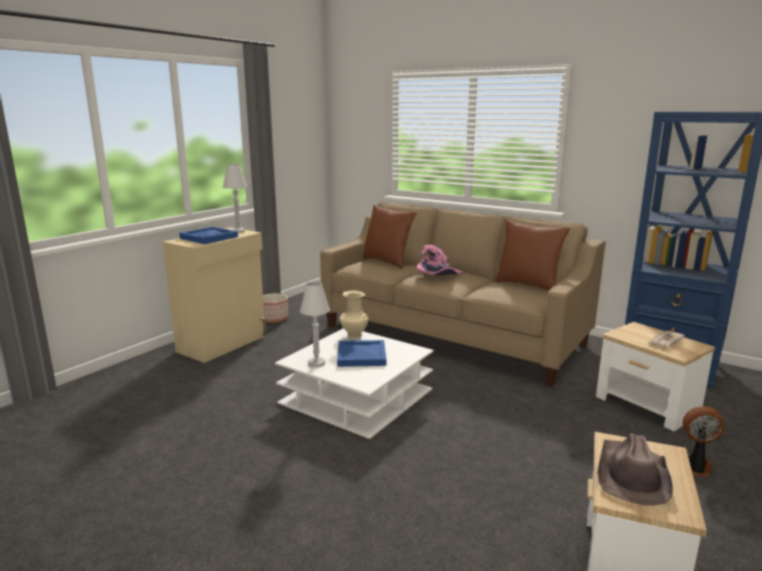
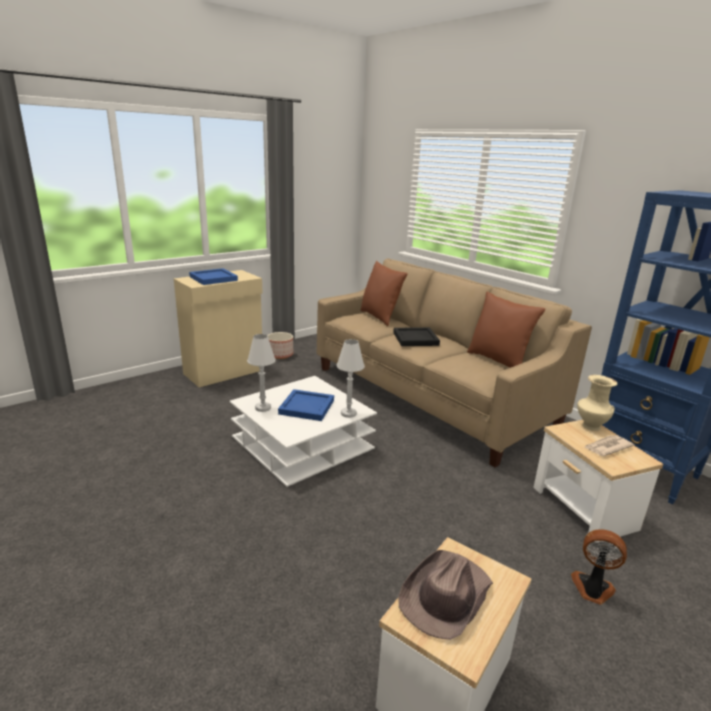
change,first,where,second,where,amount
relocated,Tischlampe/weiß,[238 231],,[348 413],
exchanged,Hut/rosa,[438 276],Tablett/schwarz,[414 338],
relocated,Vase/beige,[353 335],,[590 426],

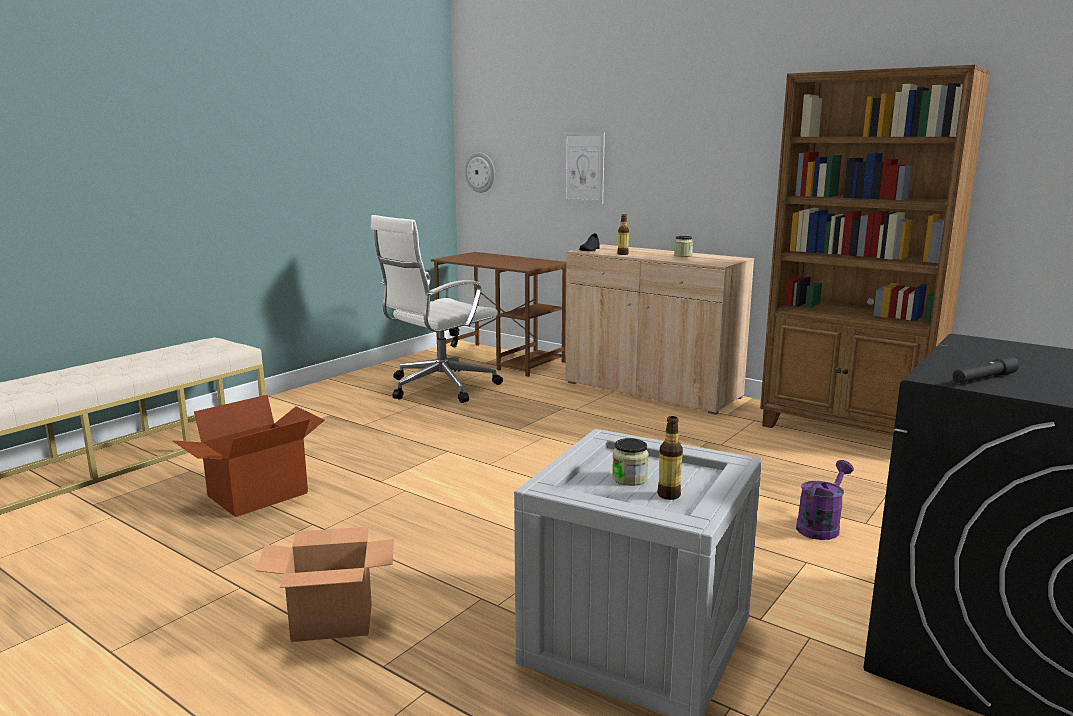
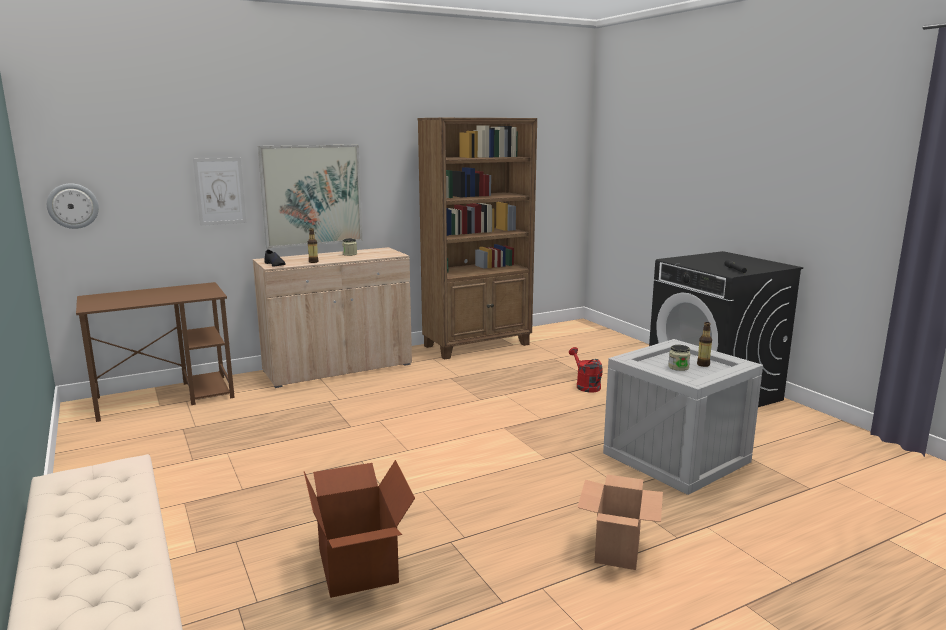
change,first,where,second,where,amount
appeared,,,Bild,[312 195],
colour,Gießkanne/lila,[821 526],Gießkanne/rot,[585 386],
missing,Bürostuhl/weiß,[439 387],,,

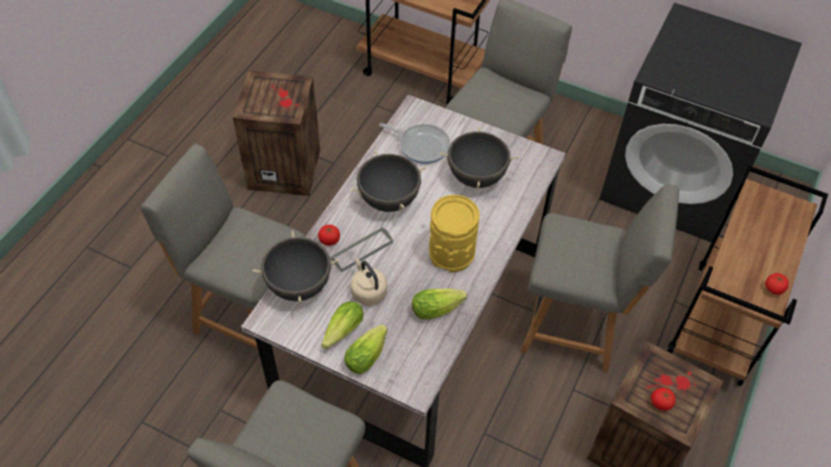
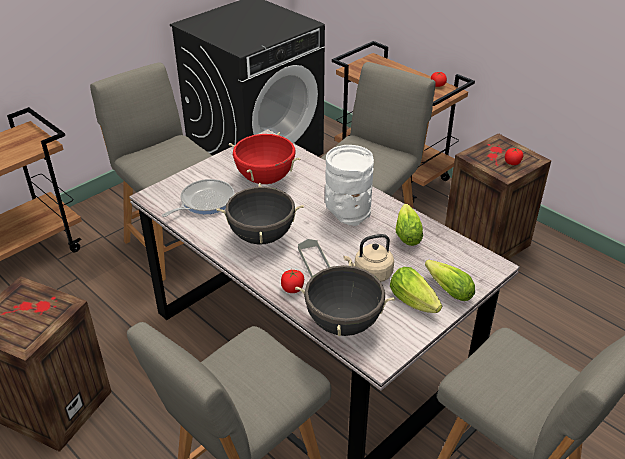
change,first,where,second,where,amount
colour,Kochtopf/schwarz,[476 177],Kochtopf/rot,[265 179],
colour,Vase/gelb,[452 253],Vase/weiß,[347 212],

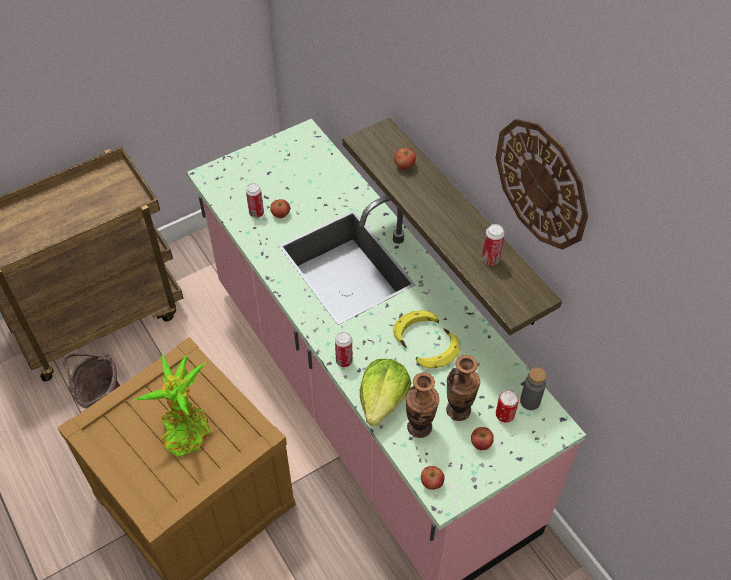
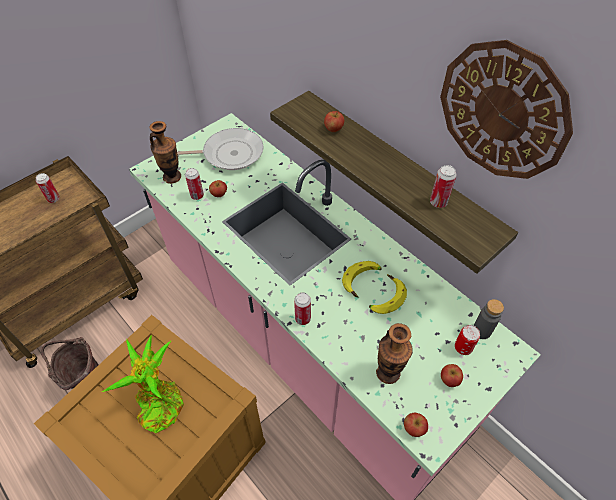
change,first,where,second,where,amount
appeared,,,Dose,[53 199],
relocated,Vase,[458 410],,[172 177],
appeared,,,Pfanne,[229 153],
missing,Salatkopf,[383 400],,,

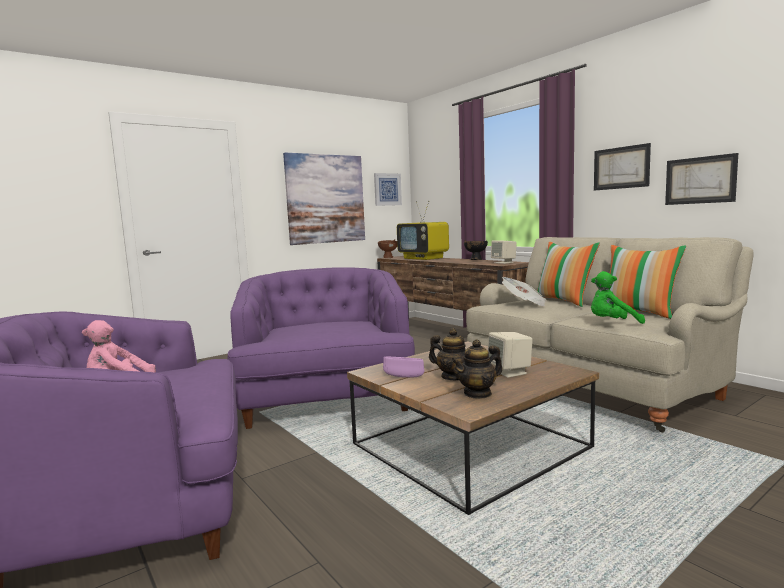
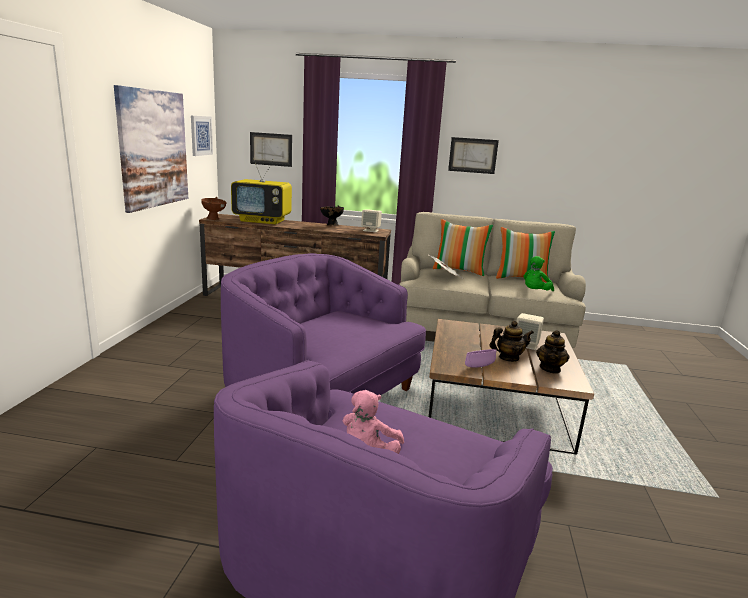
change,first,where,second,where,amount
relocated,Bild,[700 180],,[271 149],

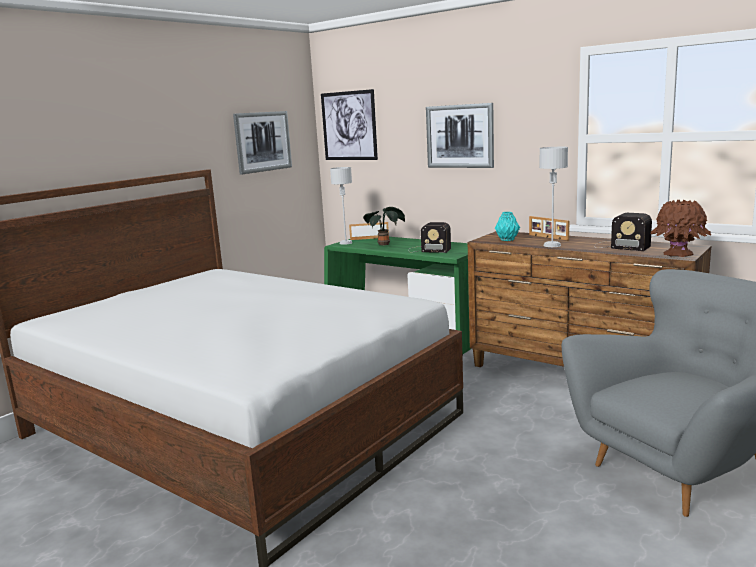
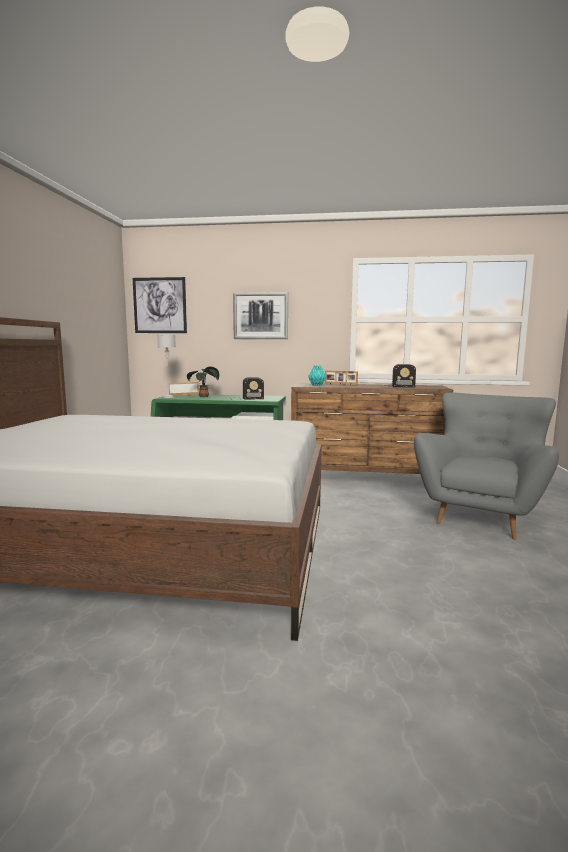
change,first,where,second,where,amount
missing,Bild,[262 141],,,
missing,Tischlampe/grau,[552 245],,,
missing,Vase/braun,[678 254],,,

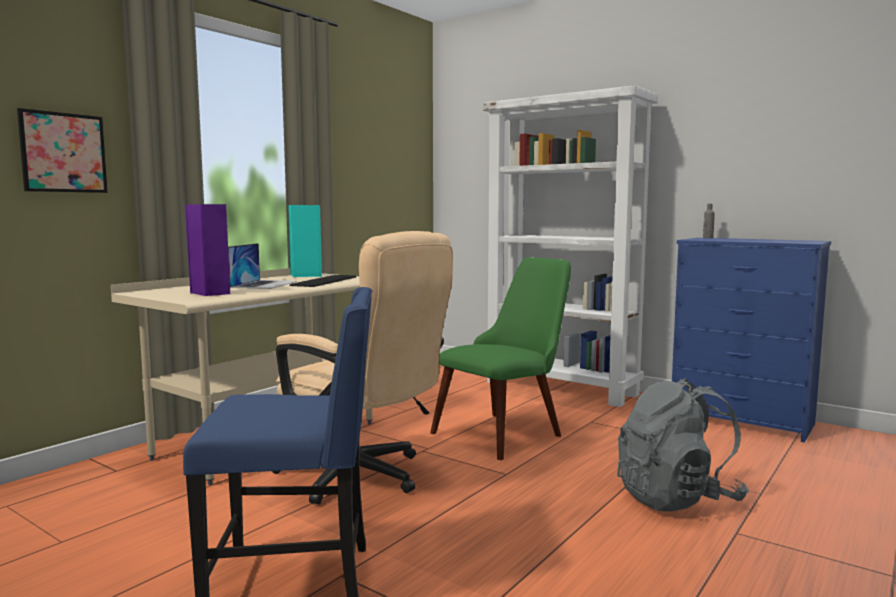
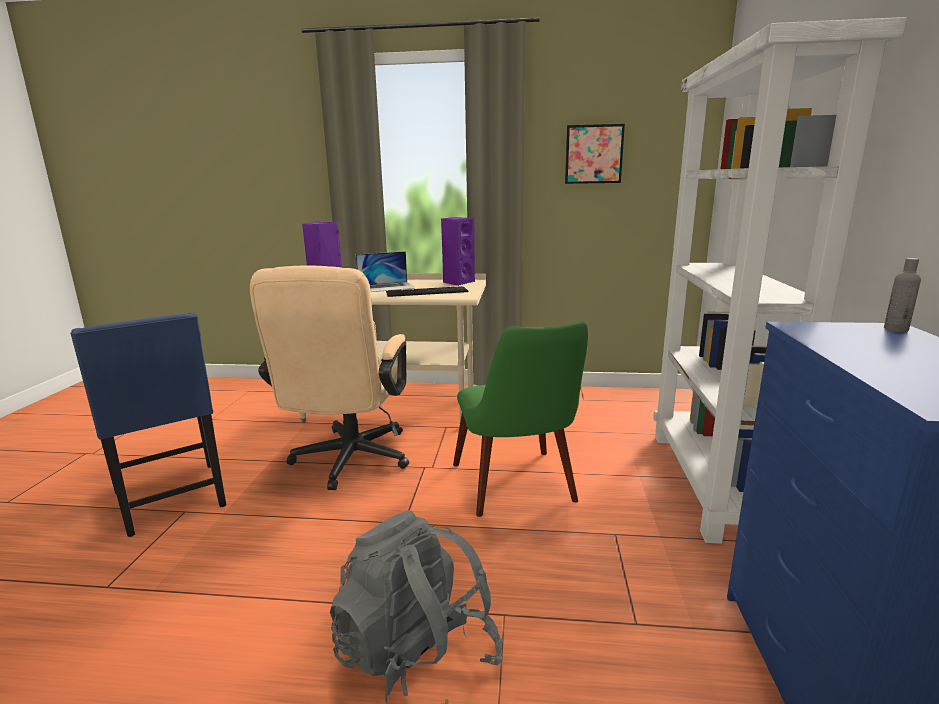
change,first,where,second,where,amount
colour,Lautsprecher/türkis,[305 275],Lautsprecher/lila,[458 282],
spun,Stuhl/grün,[507 430],,[519 490],60 degrees clockwise
relocated,Bild,[63 152],,[594 154],

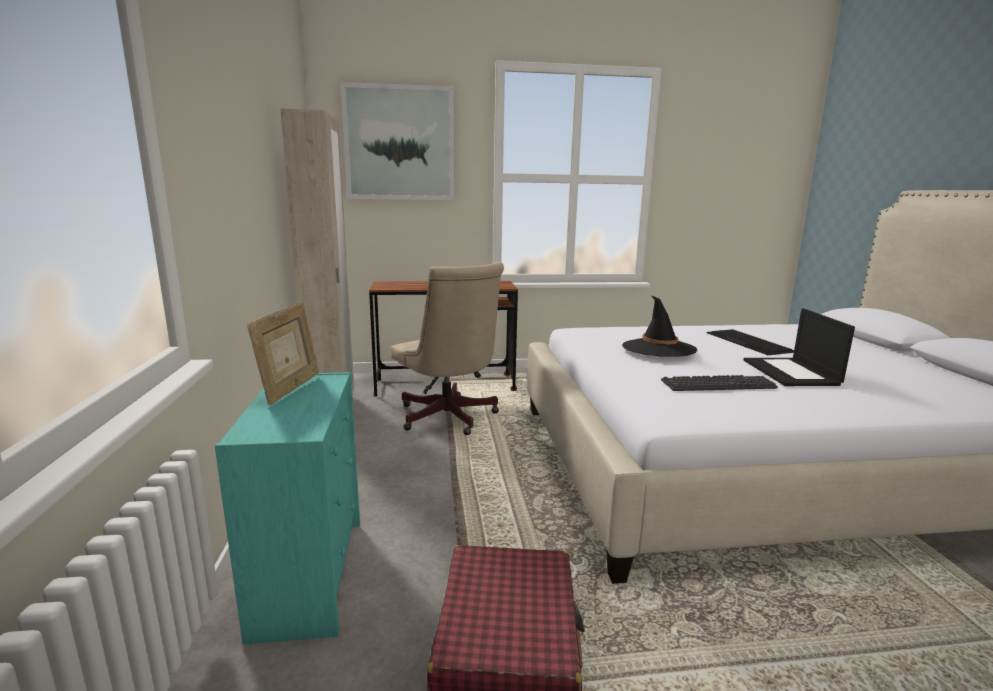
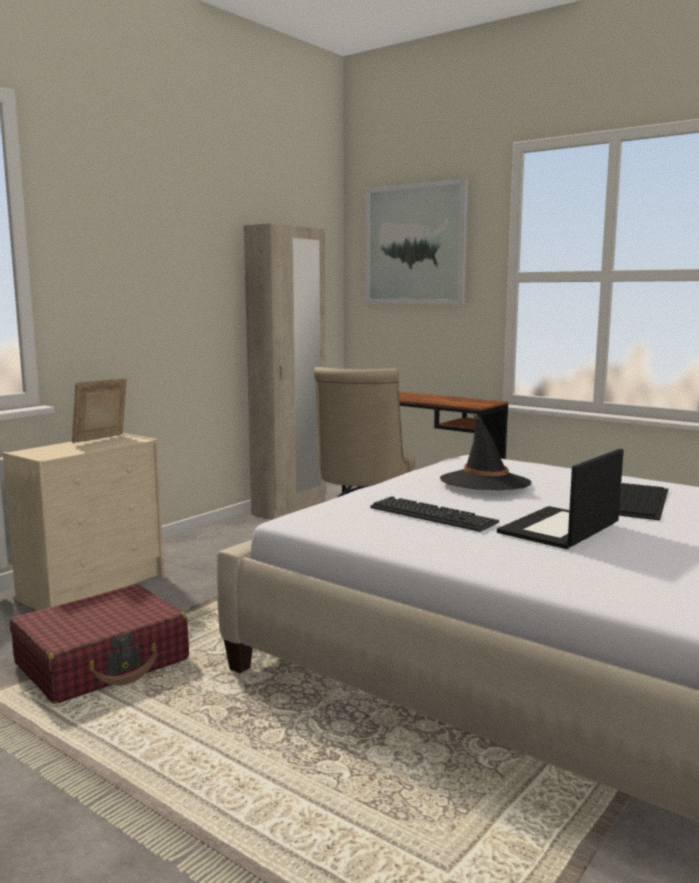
change,first,where,second,where,amount
colour,Kommode/türkis,[310 574],Kommode/beige,[94 587],
spun,Bilderrahmen,[290 389],,[101 439],150 degrees clockwise

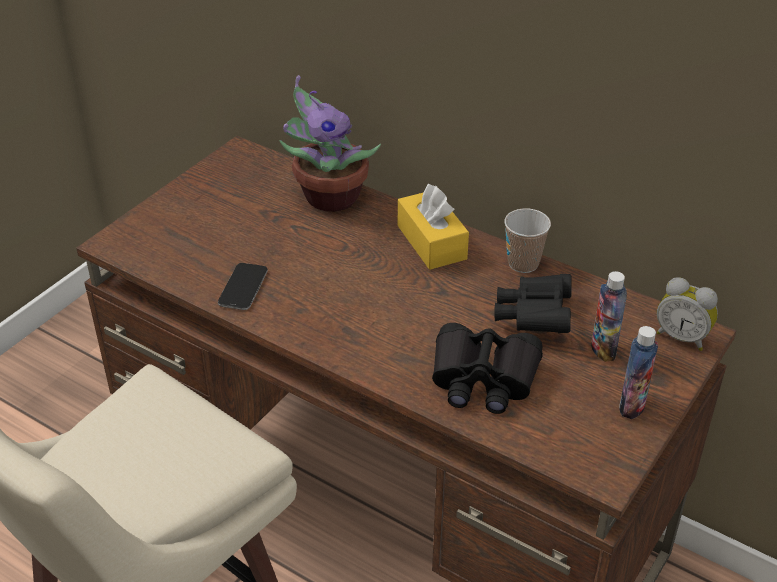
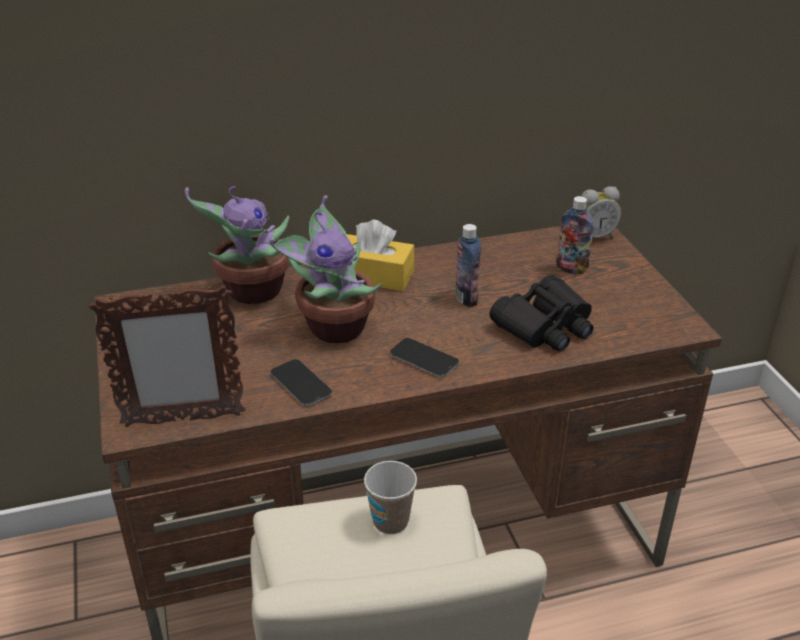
change,first,where,second,where,amount
appeared,,,Bilderrahmen,[182 420],
appeared,,,Topfpflanze,[333 327],
relocated,Tasse,[523 263],,[390 521],
appeared,,,Handy,[423 359],
relocated,Flasche,[632 406],,[466 298],
missing,Fernglas/schwarz,[534 317],,,

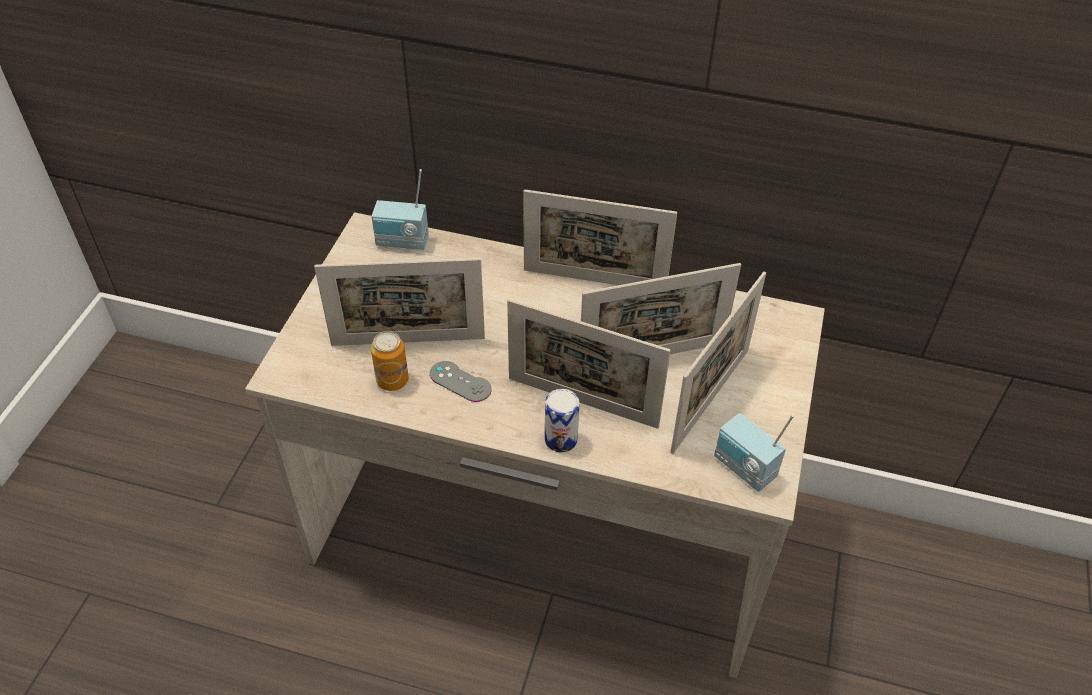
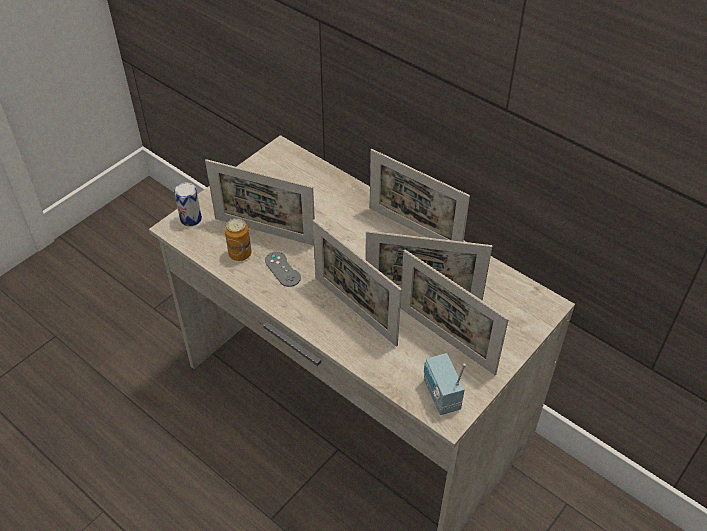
change,first,where,second,where,amount
relocated,Dose,[561 439],,[191 219],
spun,Bilderrahmen,[710 400],,[446 340],75 degrees clockwise
missing,Radio,[402 243],,,

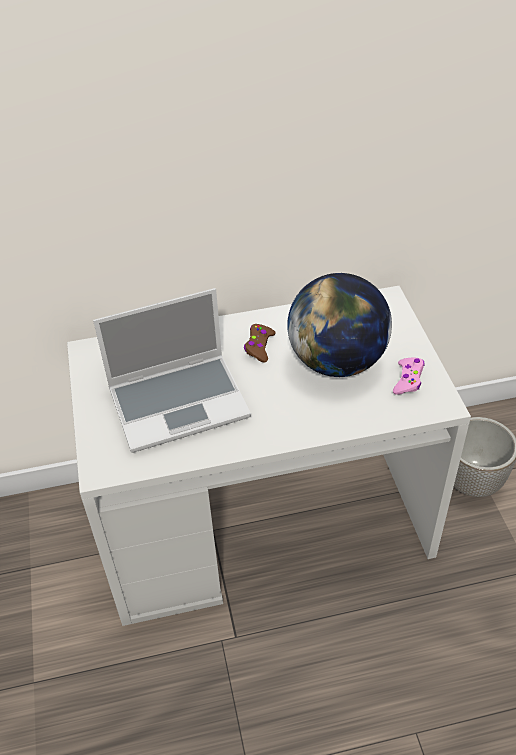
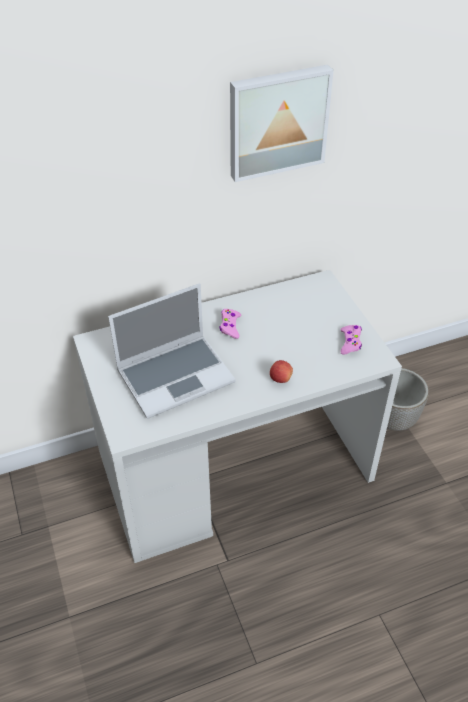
change,first,where,second,where,amount
colour,Gamepad/braun,[259 346],Gamepad/rosa,[230 326],
appeared,,,Bild,[277 122],
appeared,,,Apfel,[280 378],
missing,Globus,[337 361],,,

